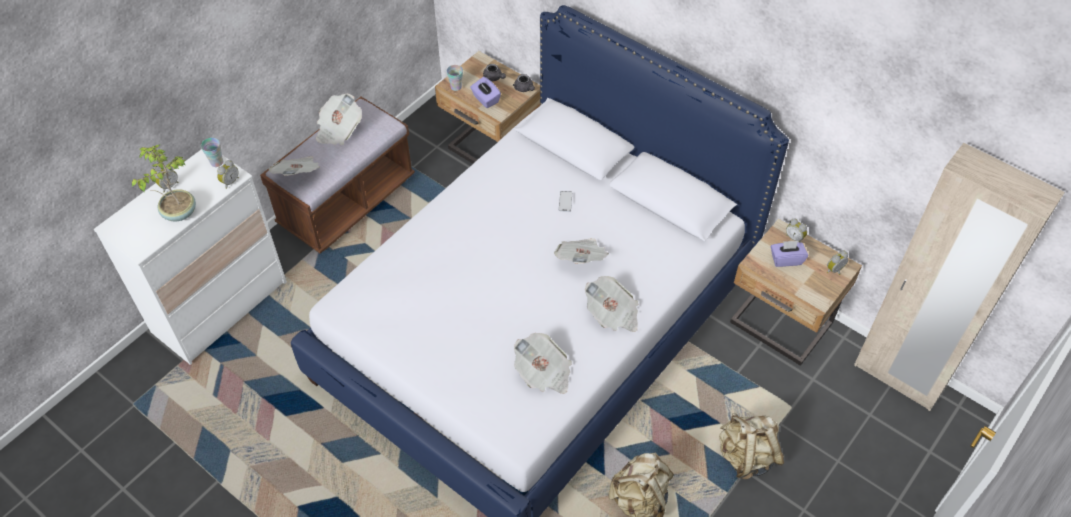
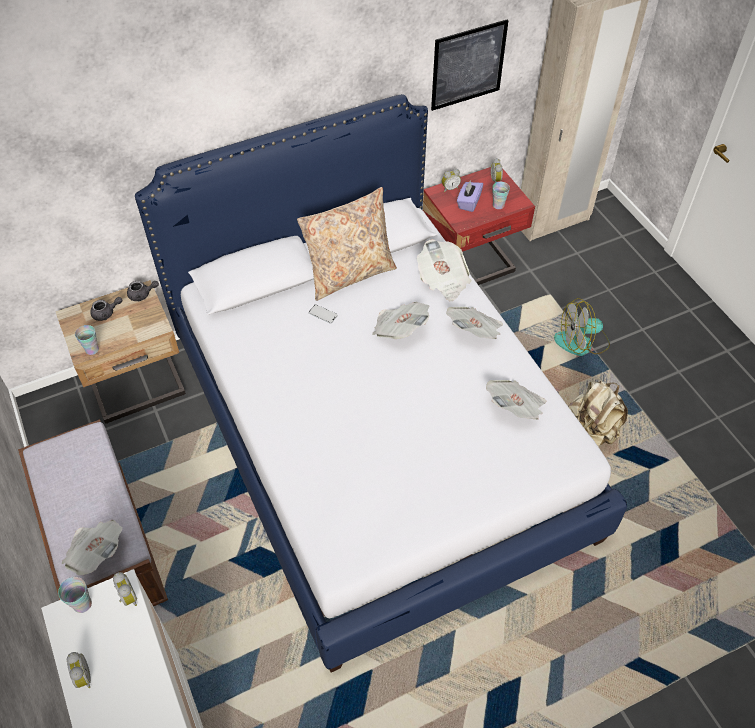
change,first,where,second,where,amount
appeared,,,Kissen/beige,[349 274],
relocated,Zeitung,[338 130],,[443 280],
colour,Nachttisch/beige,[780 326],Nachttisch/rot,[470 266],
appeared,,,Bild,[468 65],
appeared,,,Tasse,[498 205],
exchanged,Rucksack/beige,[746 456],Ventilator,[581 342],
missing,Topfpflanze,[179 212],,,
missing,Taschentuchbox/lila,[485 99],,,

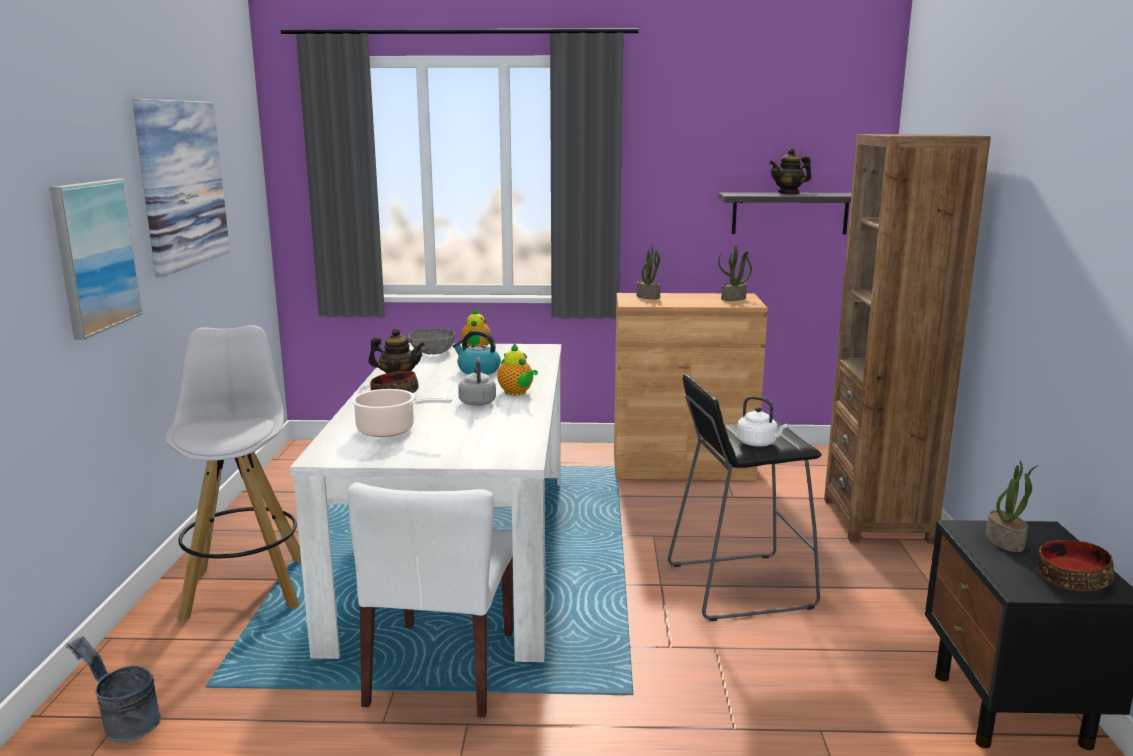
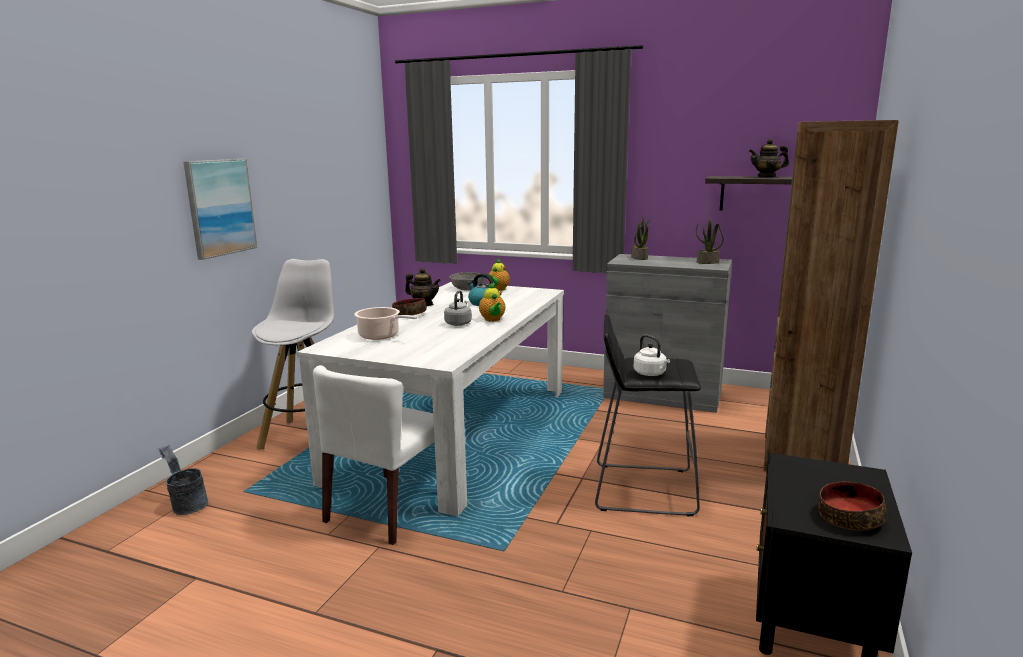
change,first,where,second,where,amount
colour,Schrank/braun,[682 466],Schrank/grau,[662 395],
missing,Bild,[182 184],,,
missing,Topfpflanze,[1005 541],,,

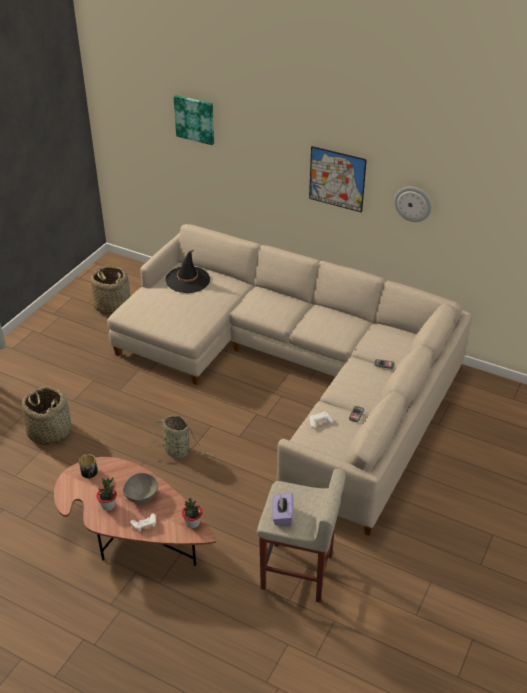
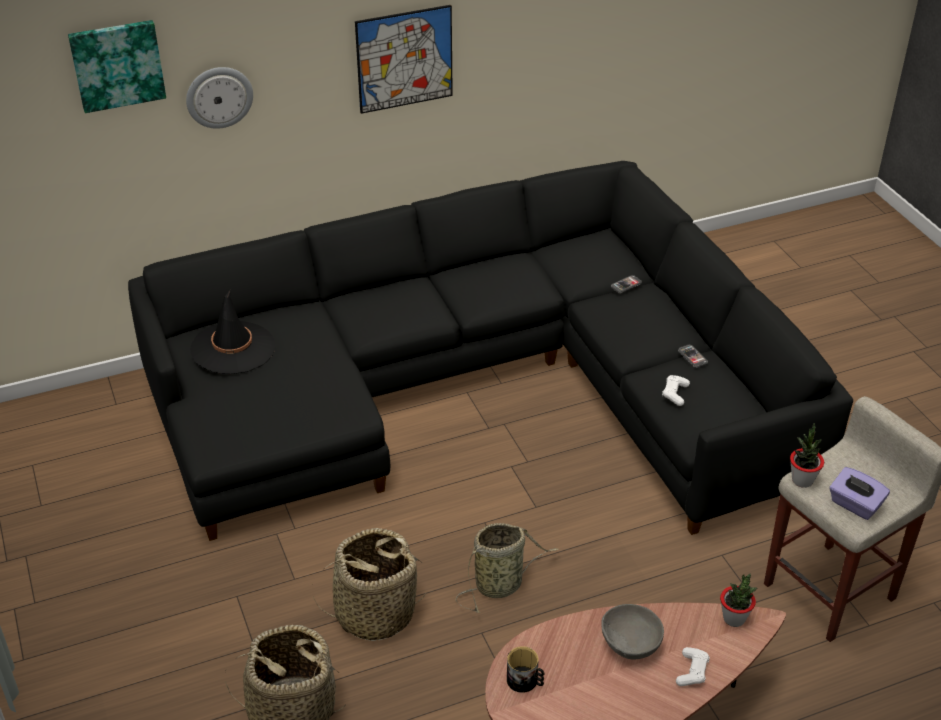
change,first,where,second,where,amount
colour,Sofa/beige,[295 375],Sofa/schwarz,[478 389],
relocated,Wanduhr,[413 203],,[219 97],
relocated,Korb,[112 305],,[375 612],
relocated,Topfpflanze,[108 506],,[802 480],

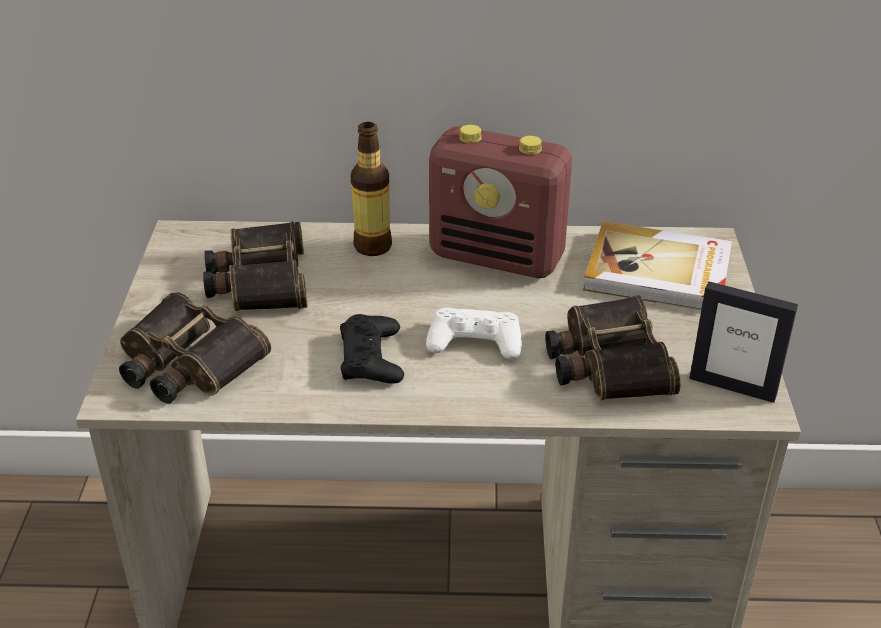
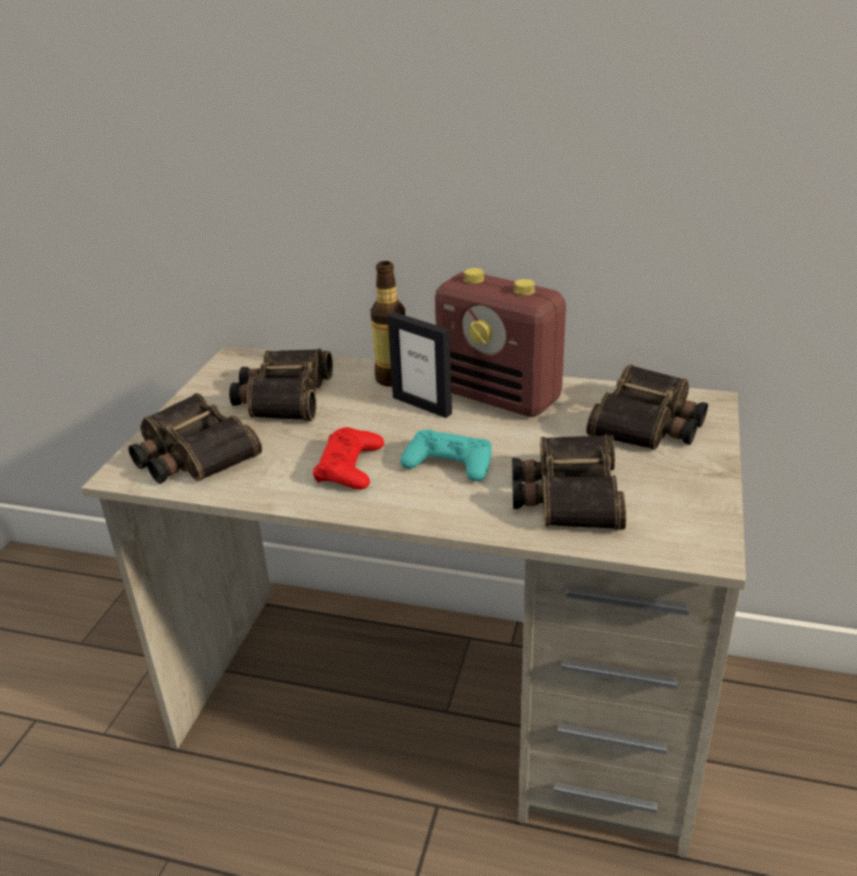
change,first,where,second,where,amount
colour,Gamepad/schwarz,[371 358],Gamepad/rot,[350 466],
relocated,Bilderrahmen,[732 386],,[422 405],
colour,Gamepad/weiß,[475 341],Gamepad/türkis,[449 463],
exchanged,Buch,[659 272],Fernglas,[648 423],

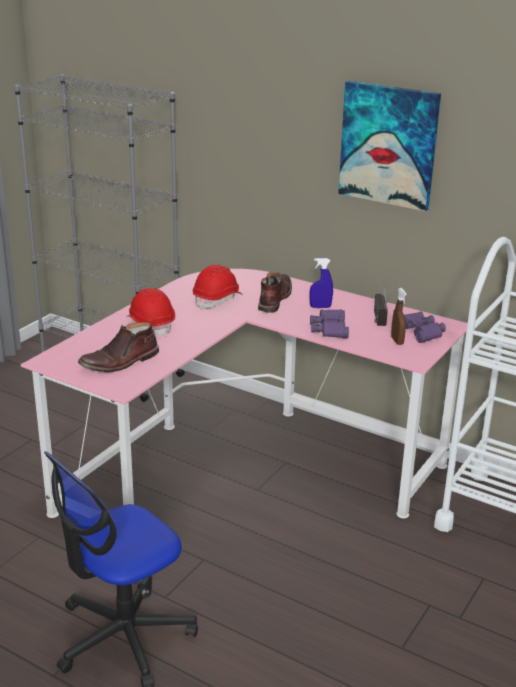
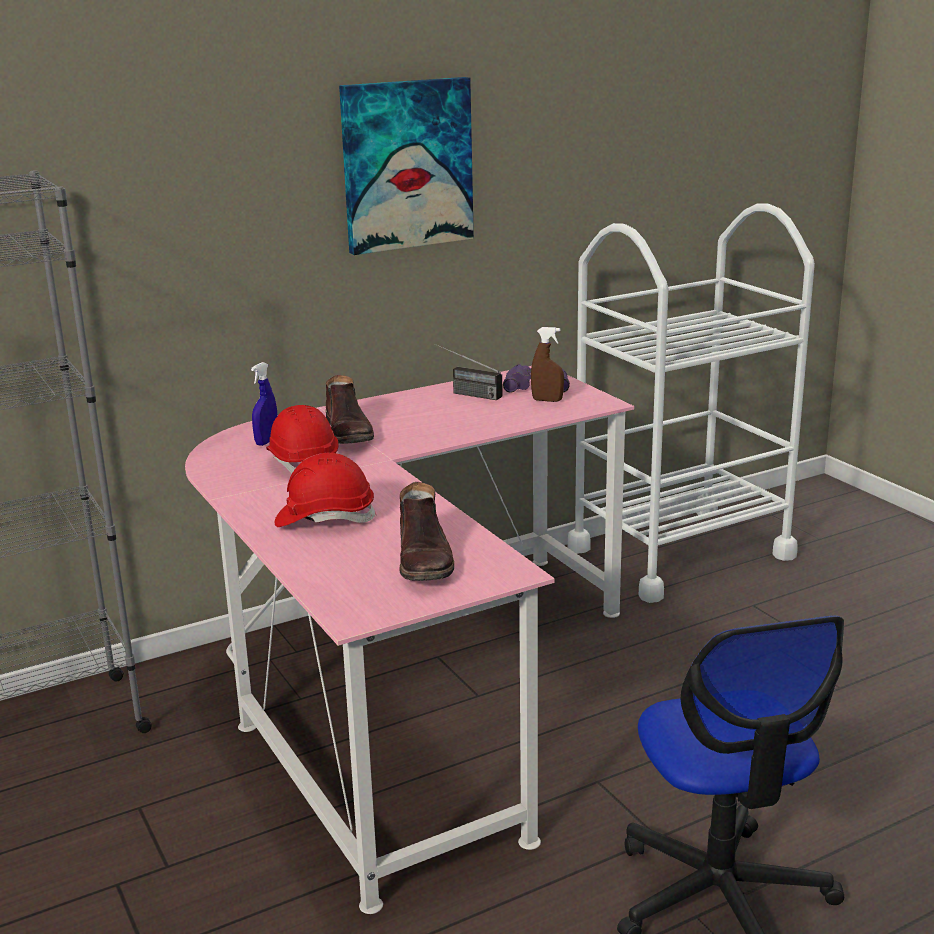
change,first,where,second,where,amount
relocated,Sprühflasche/blau,[320 307],,[267 441],
spun,Stiefel/braun,[274 299],,[349 432],150 degrees counterclockwise
missing,Fernglas/lila,[330 328],,,

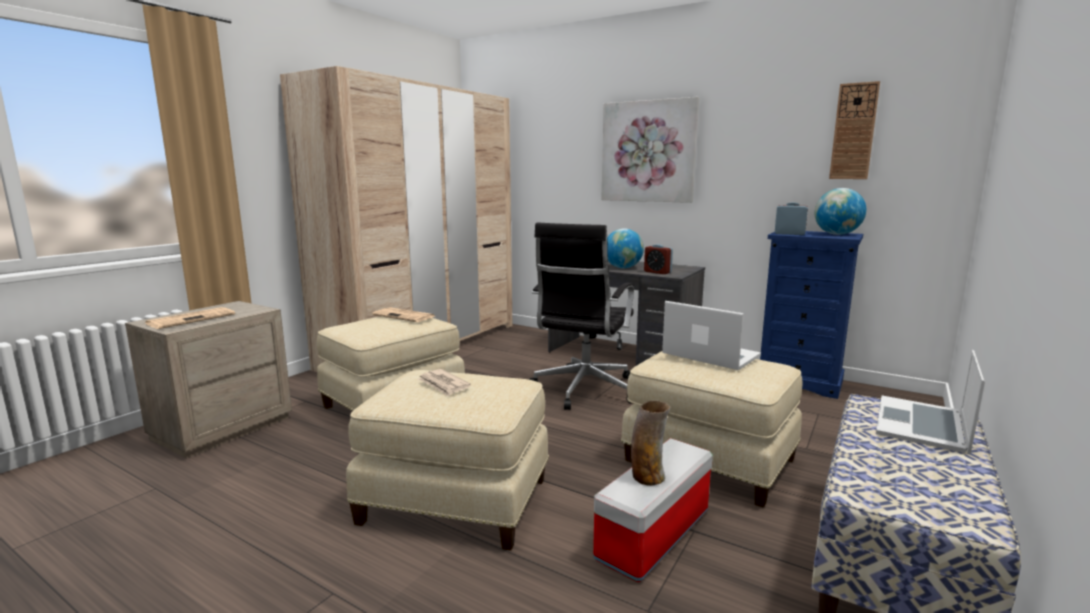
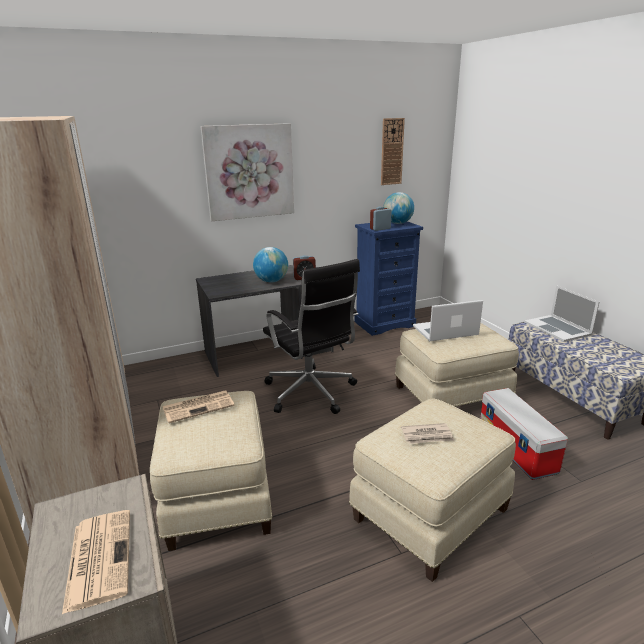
change,first,where,second,where,amount
missing,Vase,[647 477],,,

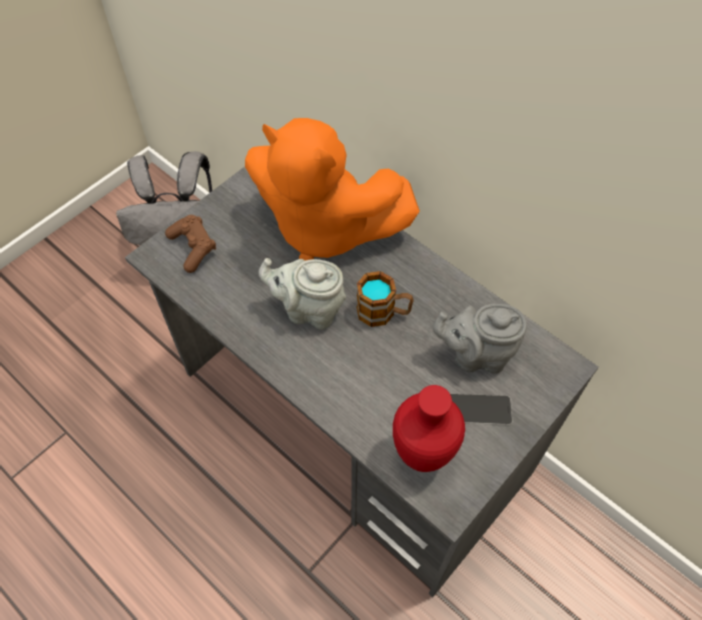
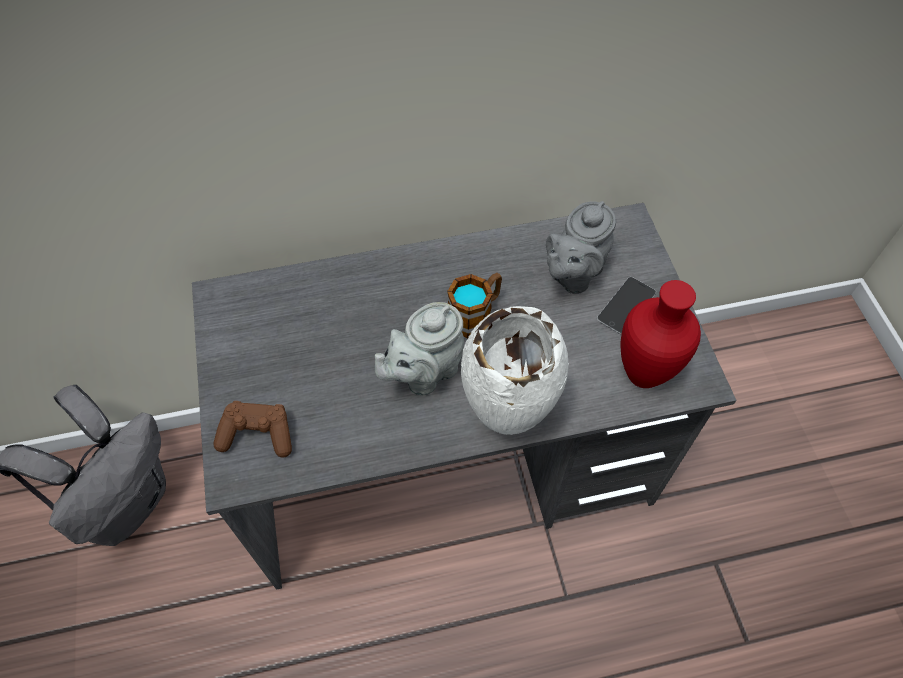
change,first,where,second,where,amount
appeared,,,Vase/weiß,[508 420],
missing,Plüschtier/orange,[324 228],,,

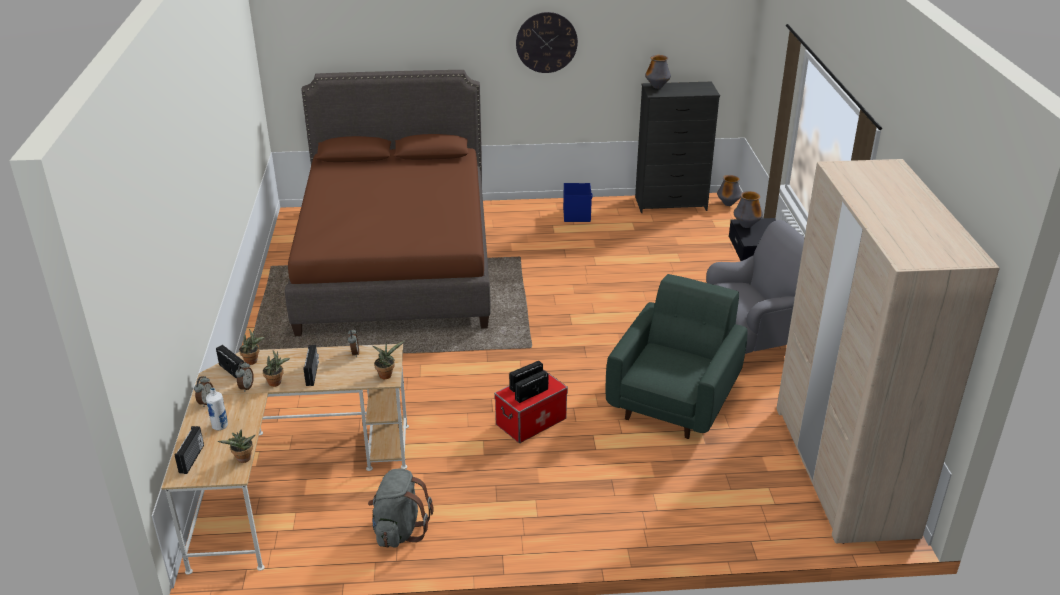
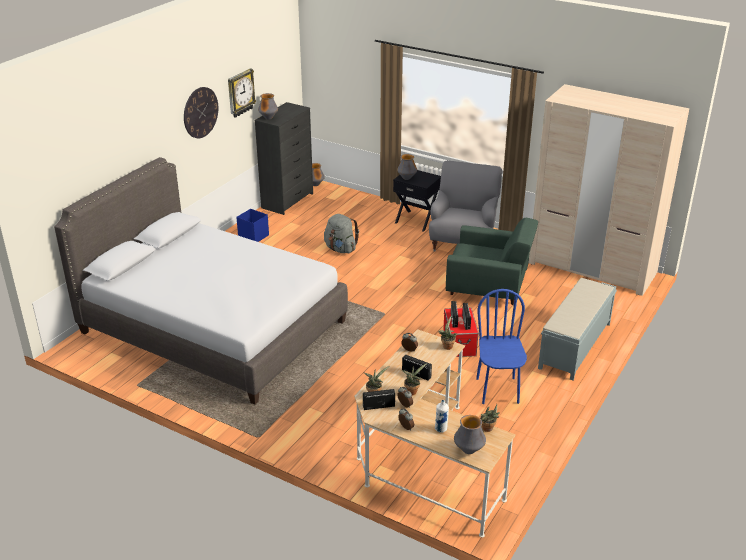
change,first,where,second,where,amount
colour,Bett/braun,[396 263],Bett/grau,[213 327],
appeared,,,Wanduhr,[240 93],
relocated,Rucksack/grau,[399 530],,[340 249],
spun,Sessel/grün,[675 399],,[488 288],135 degrees clockwise
exchanged,Radio,[192 459],Vase,[468 450],
appeared,,,Stuhl/blau,[498 390],
appeared,,,Bank/grau,[574 346],

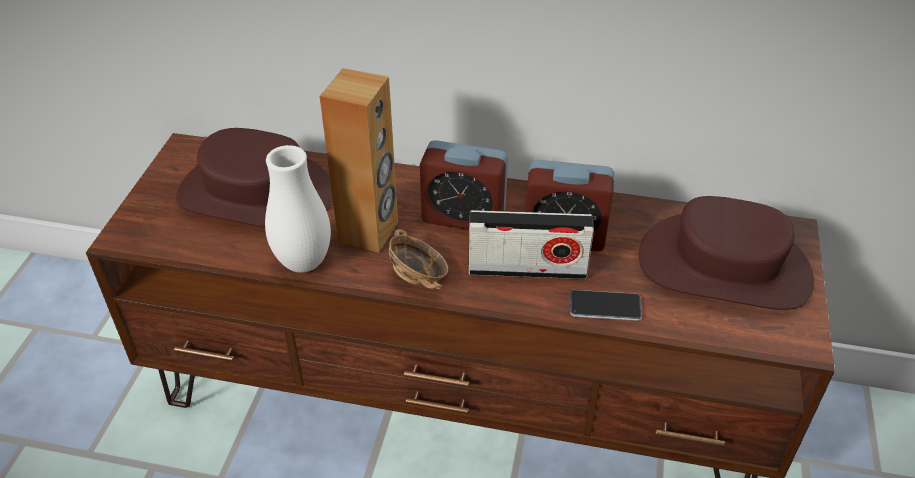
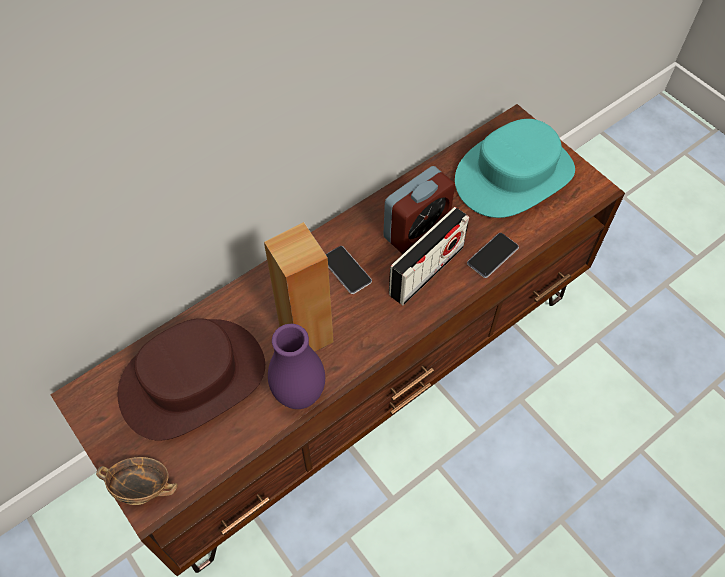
change,first,where,second,where,amount
relocated,Schüssel,[419 276],,[143 486],
colour,Vase/weiß,[303 262],Vase/lila,[299 394],
exchanged,Wecker,[463 217],Handy,[346 270],
colour,Hut/braun,[724 266],Hut/türkis,[514 175],

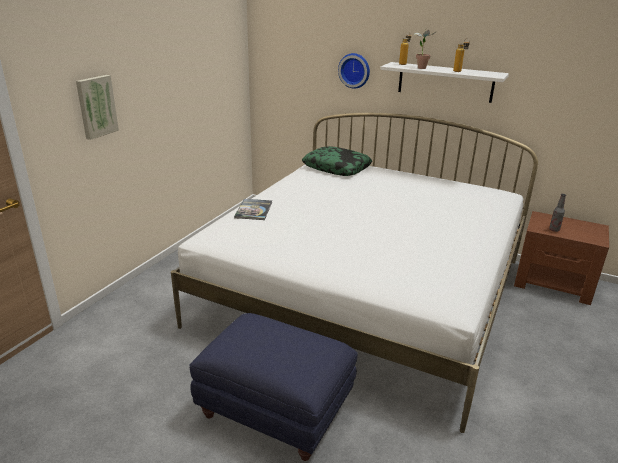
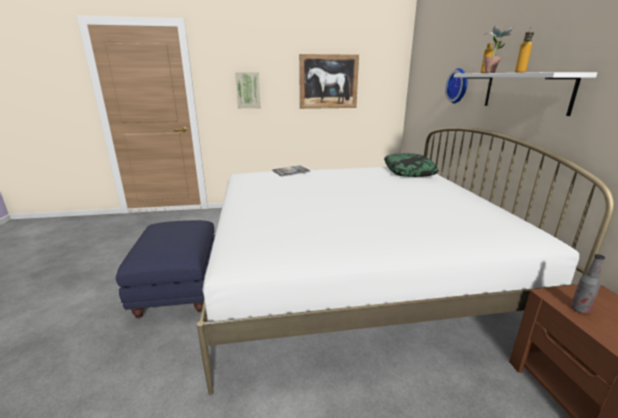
change,first,where,second,where,amount
appeared,,,Bild,[328 82],

